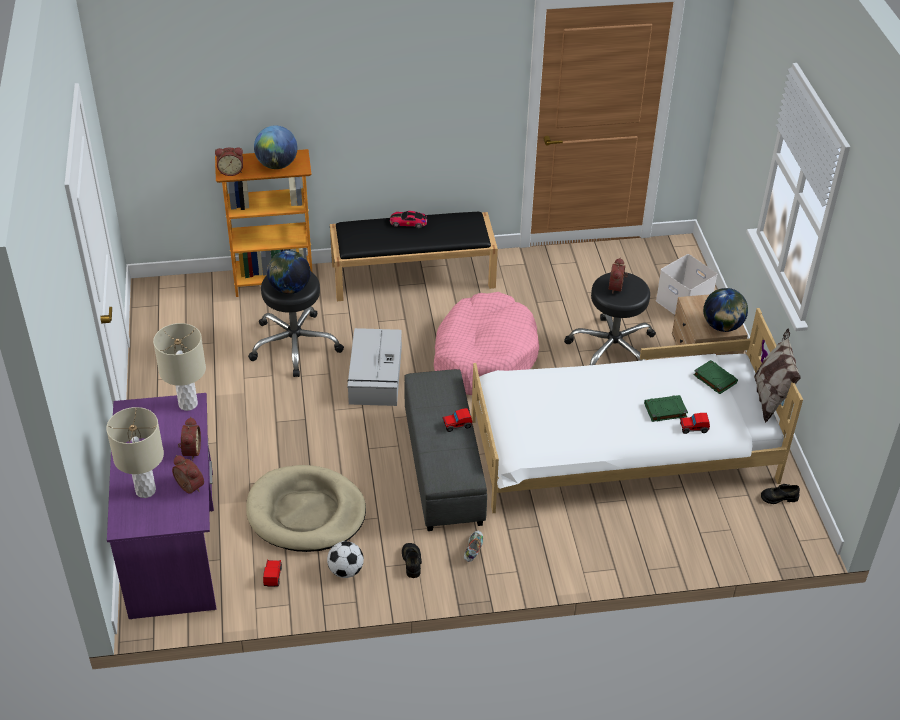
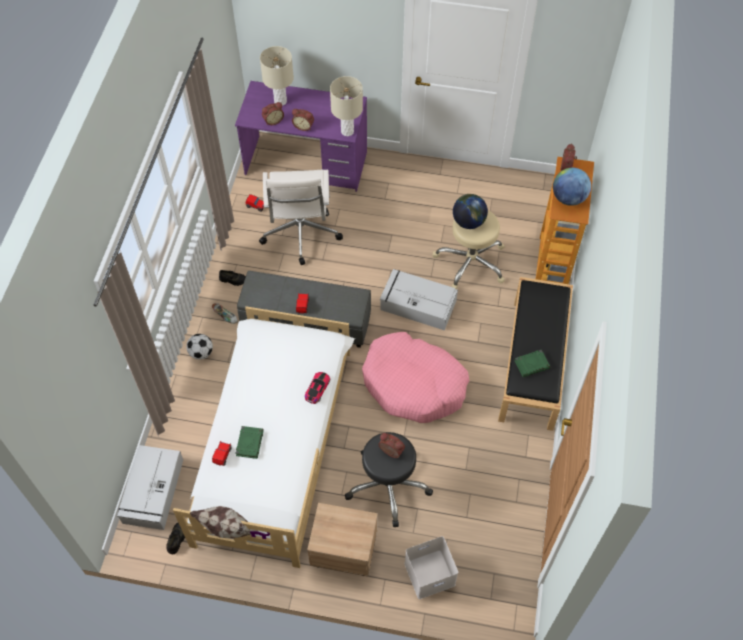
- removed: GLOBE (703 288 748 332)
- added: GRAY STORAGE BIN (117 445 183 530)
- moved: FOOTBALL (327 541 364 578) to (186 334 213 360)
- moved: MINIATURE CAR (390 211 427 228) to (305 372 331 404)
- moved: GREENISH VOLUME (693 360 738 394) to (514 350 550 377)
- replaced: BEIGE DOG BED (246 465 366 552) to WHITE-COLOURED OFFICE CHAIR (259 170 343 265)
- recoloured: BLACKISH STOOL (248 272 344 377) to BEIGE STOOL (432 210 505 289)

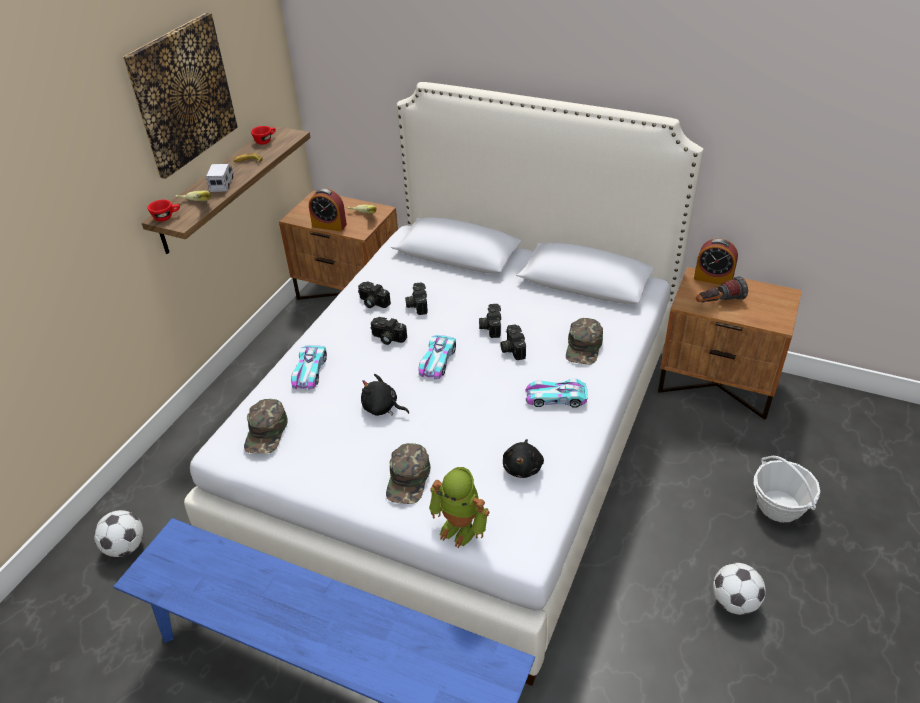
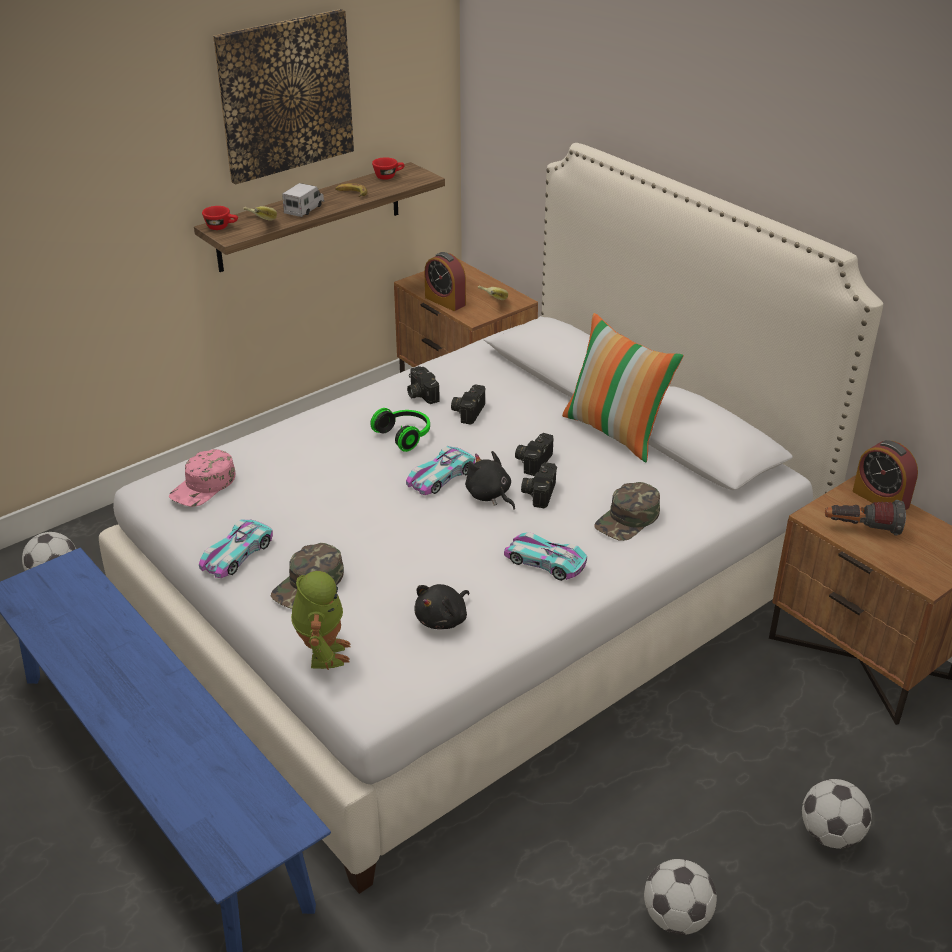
- added: CUSHION (562 313 684 462)
- moved: MINIATURE CAR (291 345 327 390) to (199 519 273 578)
- moved: BLACKISH PLUSH TOY (361 374 409 416) to (465 451 515 510)
- replaced: PHOTO CAMERA (371 317 407 345) to HEADSET (370 408 430 452)
- replaced: HOUSEHOLD BASKET (754 456 820 522) to FOOTBALL (802 779 872 849)
- recoloured: GREENISH BASEBALL CAP (244 399 288 454) to PINKISH BASEBALL CAP (169 449 235 507)
- turned: TOY ROBOT (429 467 489 548) = (291 571 351 670) 150 degrees counterclockwise

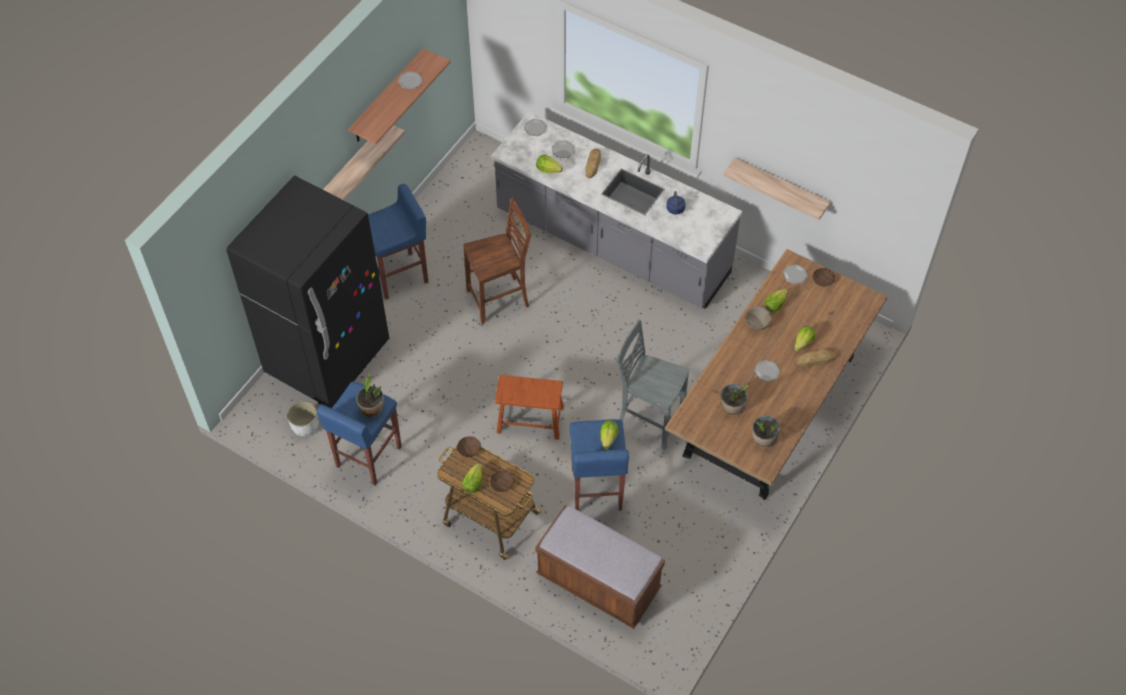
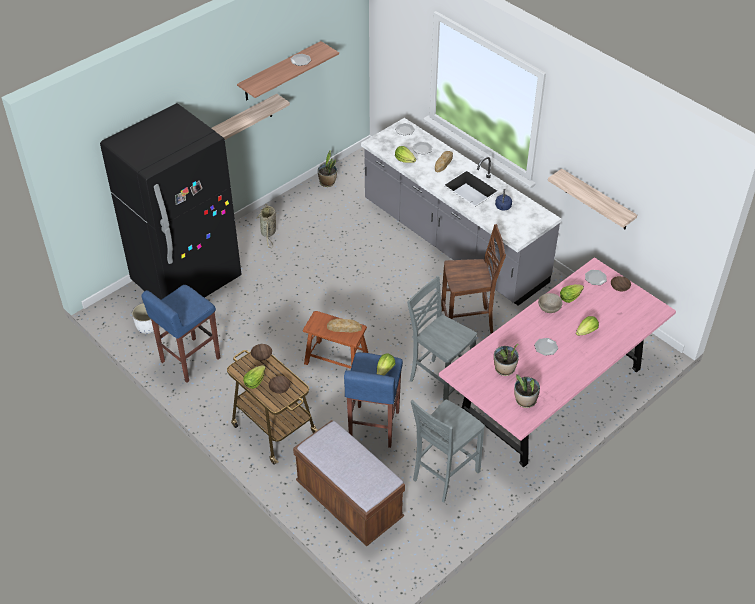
- added: GRAY PLAIN CHAIR (411 399 485 502)
- moved: PLANT IN A POT (356 373 384 418) to (318 150 337 187)
- moved: BROWN PLAIN CHAIR (463 197 531 324) to (441 224 506 334)
- moved: BAKED BREAD (797 350 836 367) to (327 319 362 333)
- replaced: BLUE STOOL (368 184 428 300) to HOUSEHOLD BASKET (257 204 276 248)
- recoloured: BROWN DINNER TABLE (665 249 888 500) to PINKISH DINNER TABLE (439 257 676 468)

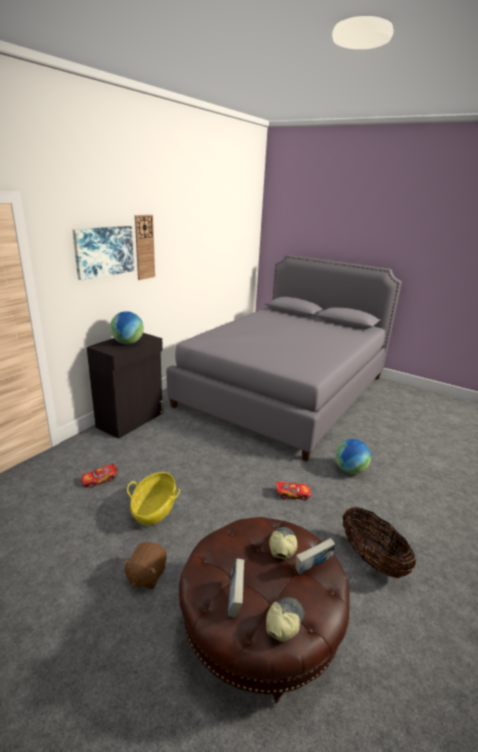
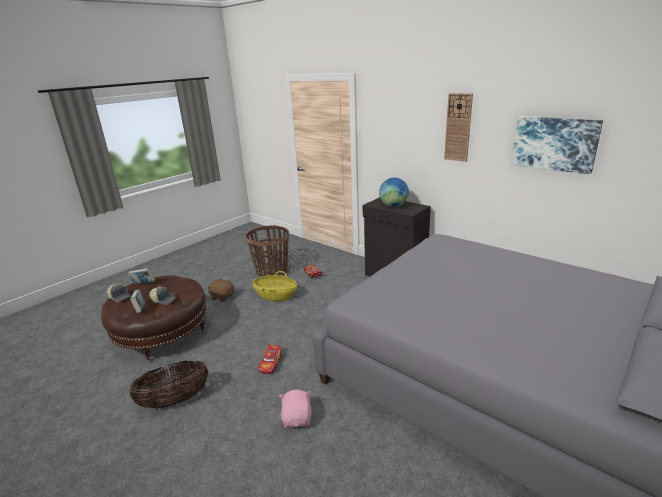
- added: HOUSEHOLD BASKET (246 225 289 277)
- moved: PICTURE (72 226 134 280) to (511 116 603 175)
- replaced: GLOBE (335 439 371 474) to PINKISH PLUSH TOY (279 390 311 428)

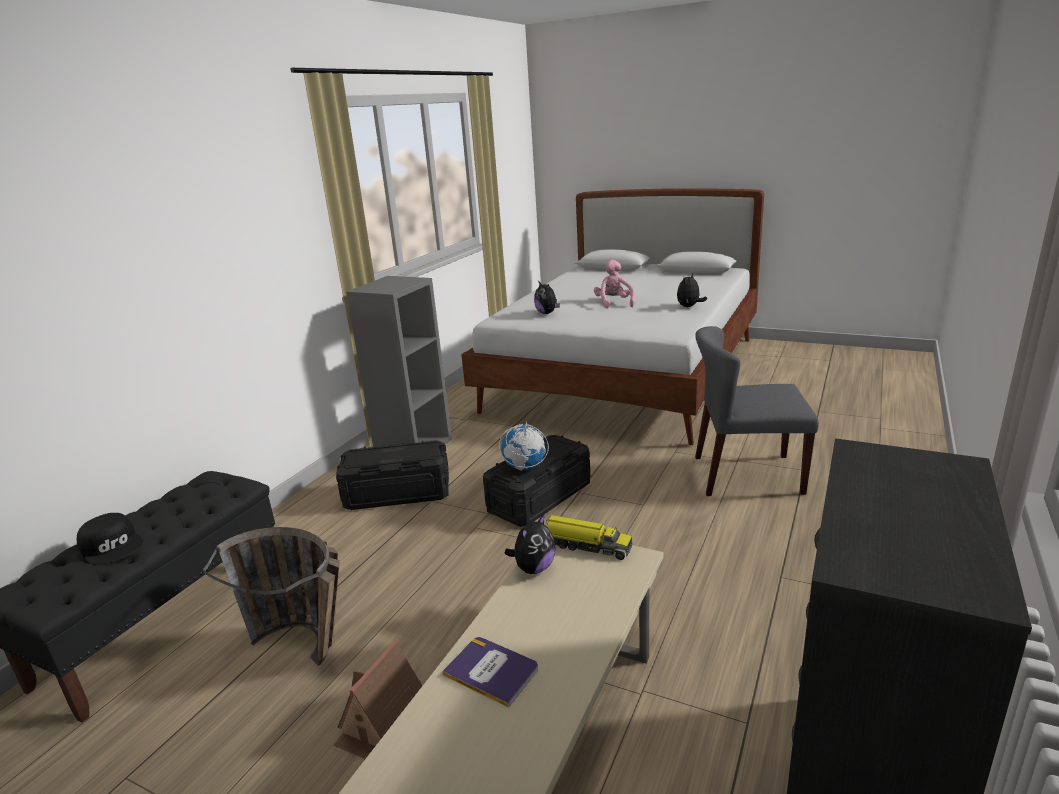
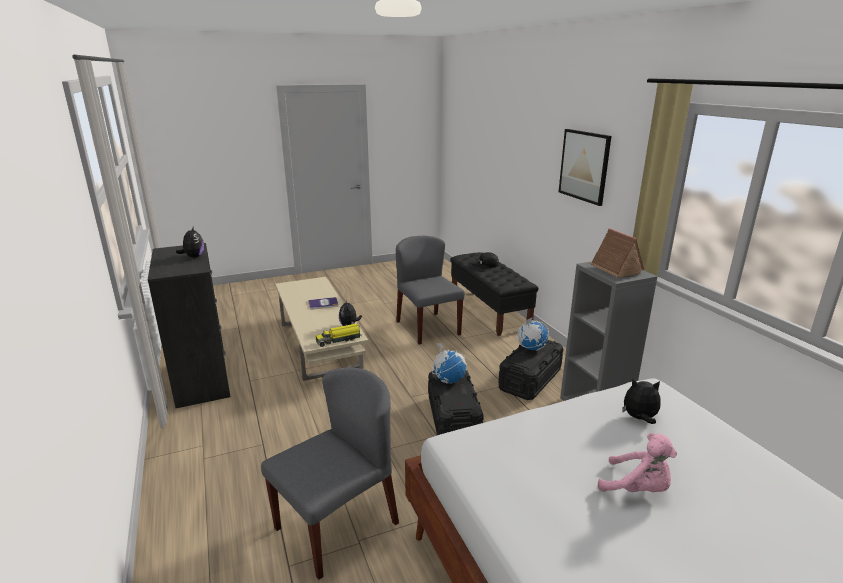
- added: GLOBE (517 317 549 351)
- added: PICTURE (559 129 611 206)
- moved: MODEL HOUSE (333 640 423 759) to (588 228 644 278)
- moved: PLUSH TOY (677 273 707 307) to (176 228 204 258)
- replaced: HOUSEHOLD BASKET (203 527 340 666) to GRAY PLAIN CHAIR (396 236 465 344)

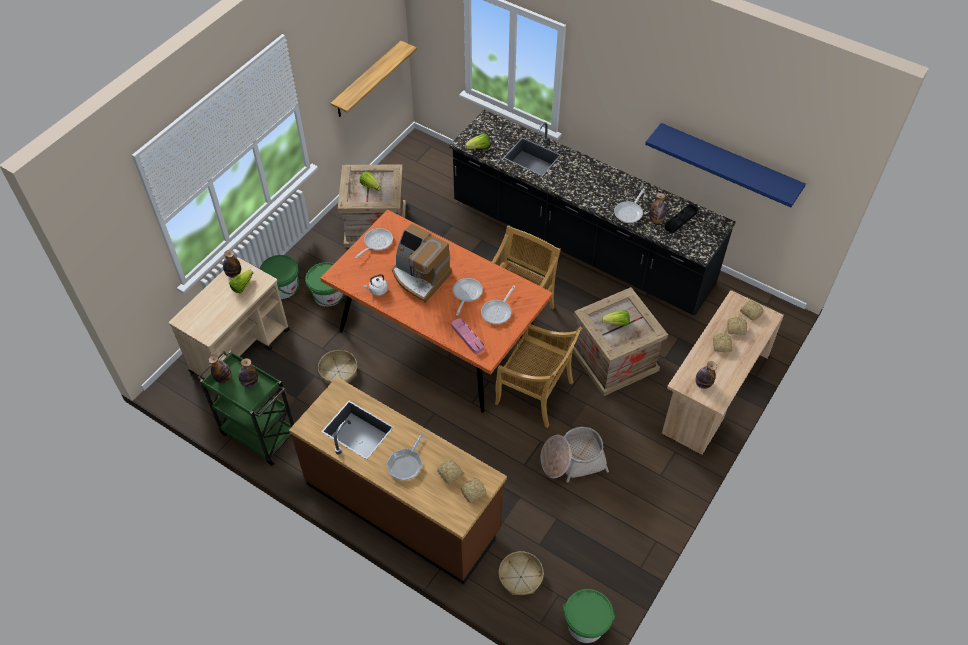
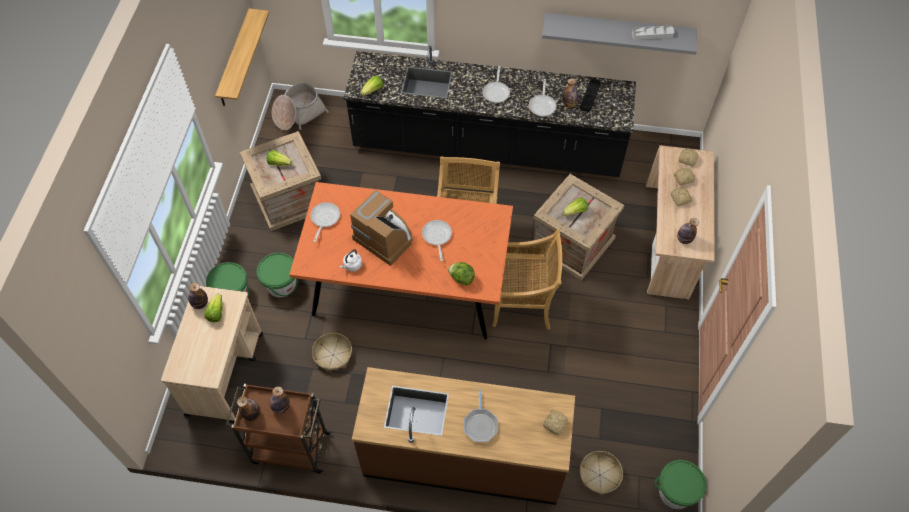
- removed: BAKED BREAD (437 460 464 484)
- added: GRAY CARRYING TRAY (632 26 674 40)
- moved: PAN (481 285 516 324) to (483 66 510 103)
- moved: HOUSEHOLD BASKET (541 427 609 483) to (272 83 329 131)
- replaced: PINKISH CARRYING TRAY (452 318 484 354) to LETTUCE HEAD (448 262 475 285)
- recoloured: GREENISH TROLLEY (198 350 294 466) to BROWN TROLLEY (226 384 332 474)
- recoloured: BLUE WALL SHELF (645 123 806 207) to GRAY WALL SHELF (542 13 697 55)
- turned: COFFEE MAKER (392 224 452 303) = (350 190 413 266) 150 degrees counterclockwise

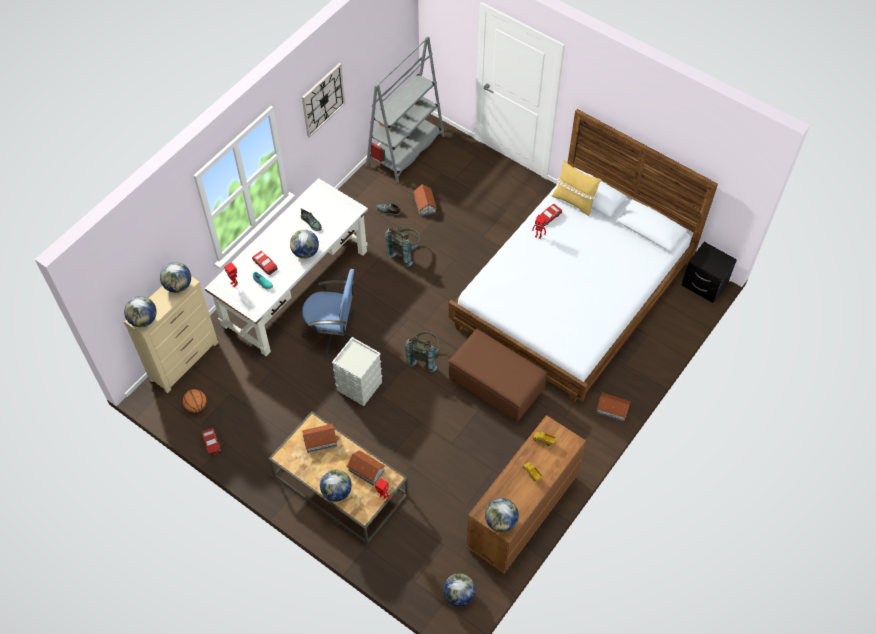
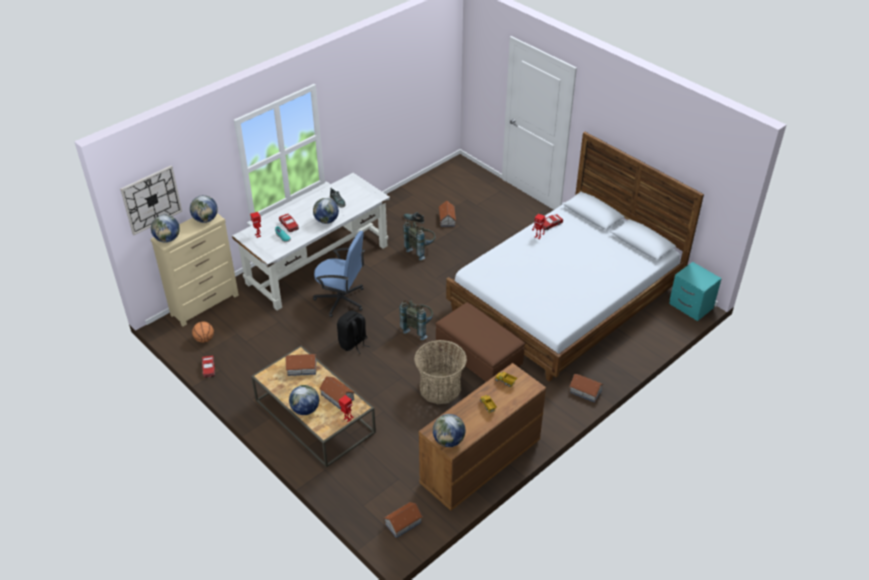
- removed: GRAY SHELVING UNIT (366 36 444 183)
- removed: YELLOWISH CUSHION (552 161 601 216)
- added: HOUSEHOLD BASKET (414 340 467 404)
- moved: CLOCK ON THE WALL (302 63 345 138) to (120 166 182 235)
- replaced: GRAY STORAGE BIN (332 337 382 406) to BLACKISH BACKPACK (337 310 370 354)
- replaced: GLOBE (444 573 476 606) to MODEL HOUSE (384 502 423 538)
- recoloured: BLACKISH NIGHT TABLE (682 242 737 303) to BLUE-GREEN NIGHT TABLE (669 262 722 321)

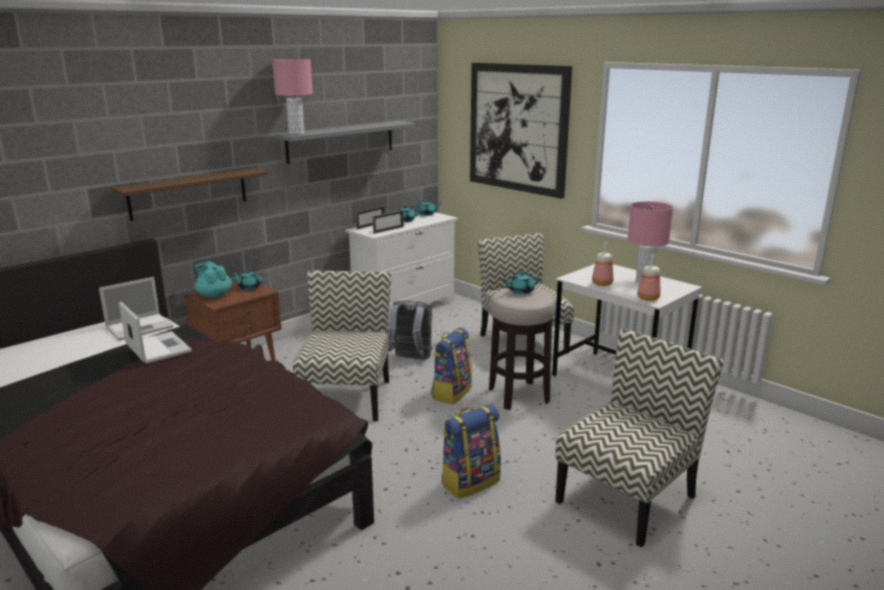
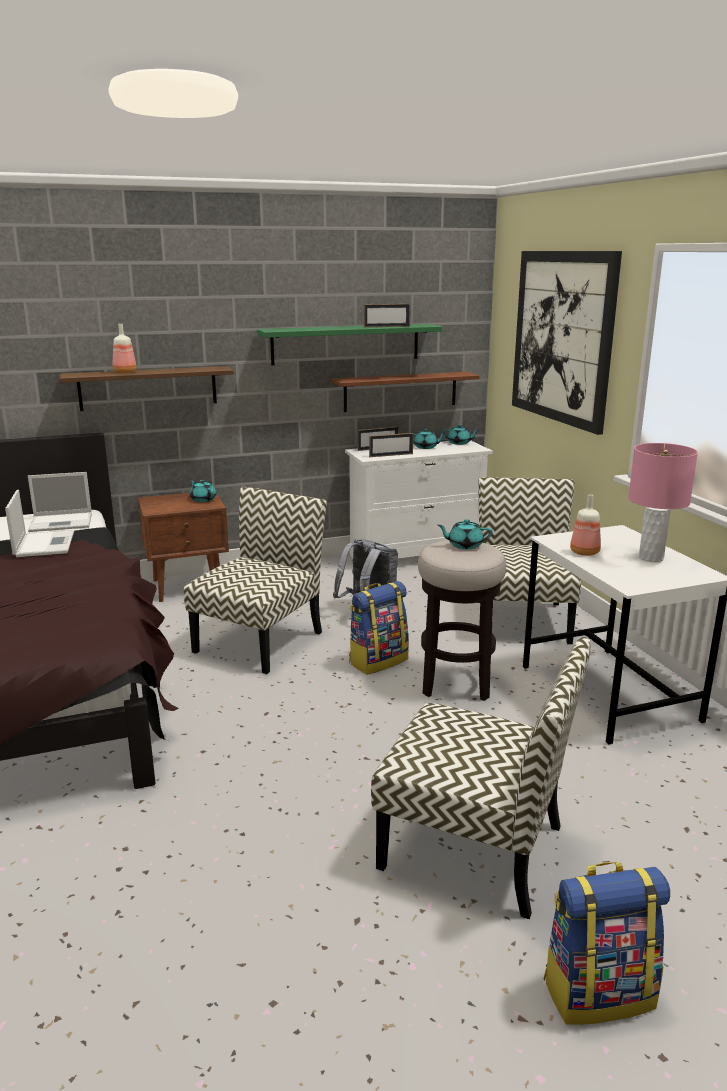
- removed: BLUE-GREEN TEAPOT (194 261 232 298)
- removed: PINKISH TABLETOP LAMP (272 59 313 135)
- added: BROWN WALL SHELF (331 372 479 412)
- added: PICTURE FRAME (364 304 410 328)
- moved: BACKPACK (441 405 501 499) to (544 862 670 1025)
- moved: DRINK BOTTLE (637 255 660 301) to (112 324 137 373)
- recoloured: GRAY WALL SHELF (275 121 415 164) to GREENISH WALL SHELF (257 324 442 365)
- turned: PLAIN CHAIR (555 329 724 548) = (371 637 591 919) 45 degrees clockwise

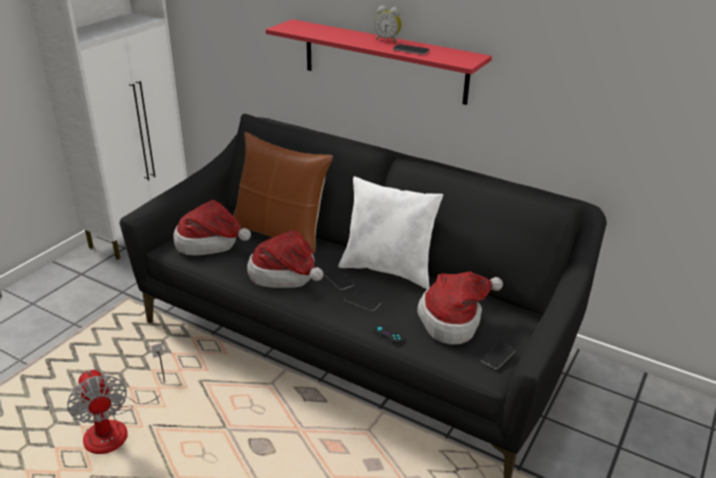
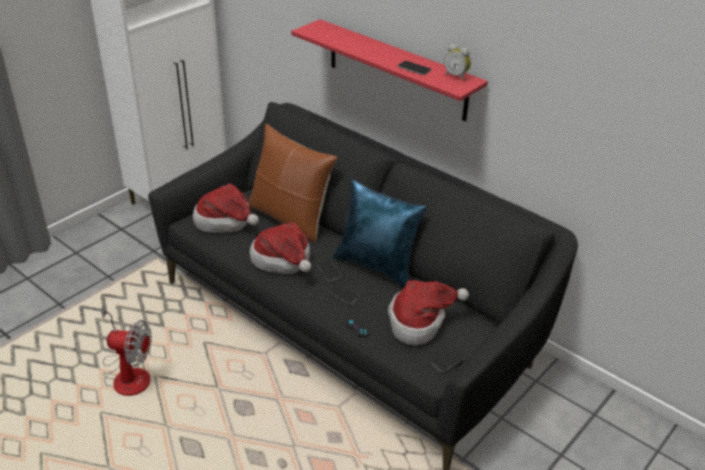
- moved: ALARM CLOCK (374 5 402 43) to (444 44 471 81)
- recoloured: WHITE-COLOURED CUSHION (338 176 443 289) to BLUE CUSHION (333 179 426 288)
- turned: COOLING FAN (67 343 165 454) = (101 303 152 396) 60 degrees counterclockwise

